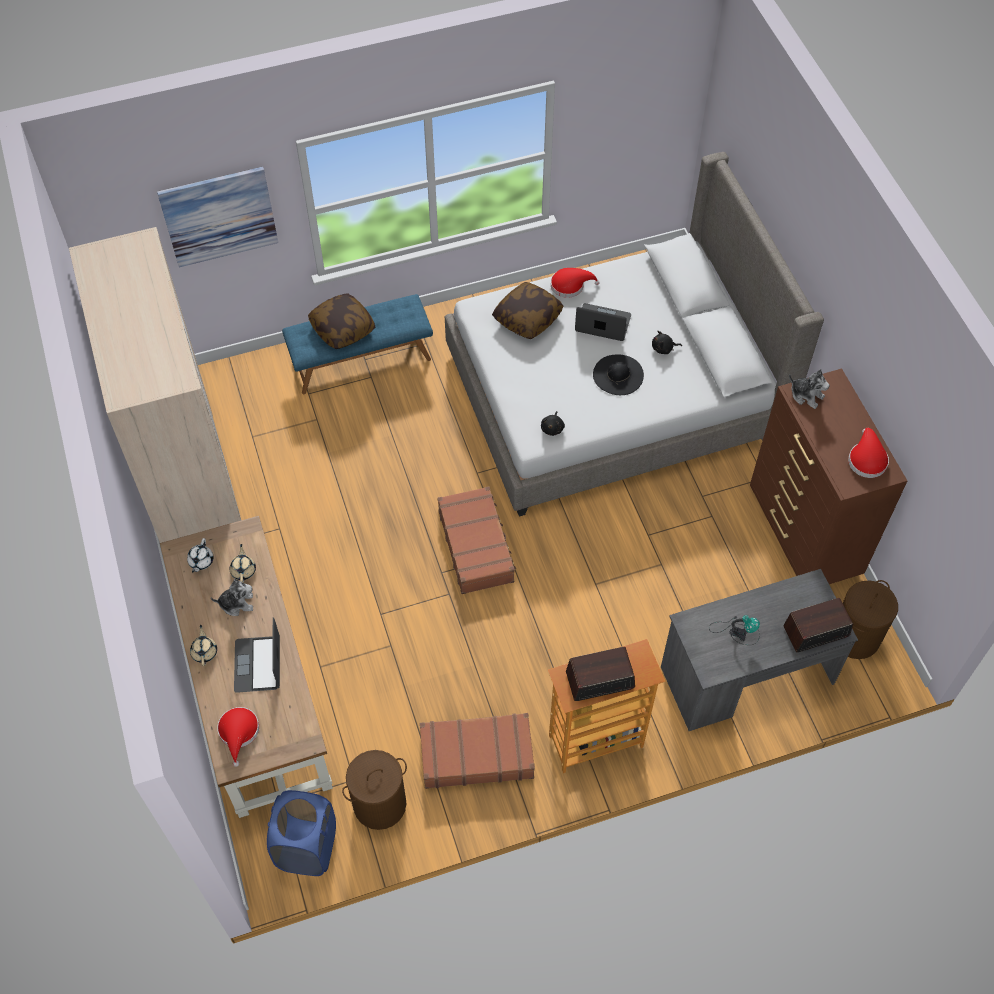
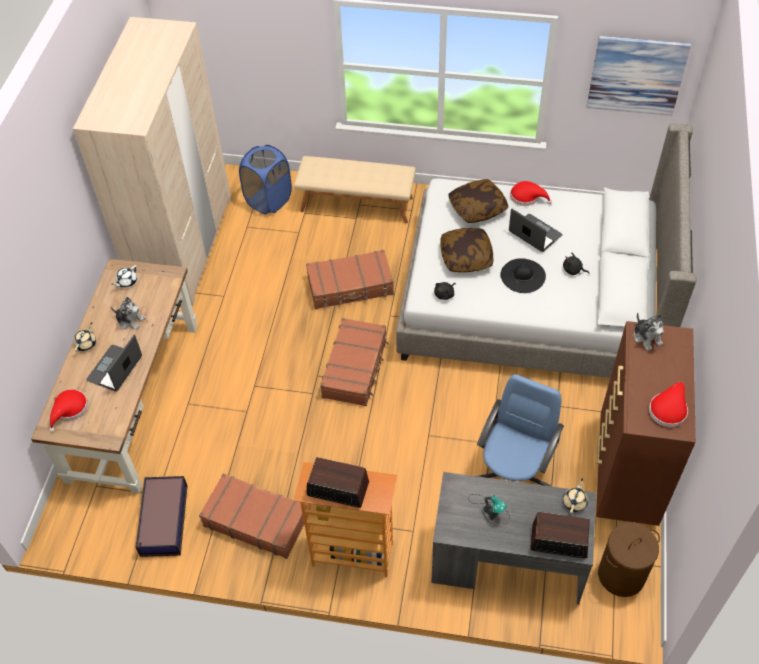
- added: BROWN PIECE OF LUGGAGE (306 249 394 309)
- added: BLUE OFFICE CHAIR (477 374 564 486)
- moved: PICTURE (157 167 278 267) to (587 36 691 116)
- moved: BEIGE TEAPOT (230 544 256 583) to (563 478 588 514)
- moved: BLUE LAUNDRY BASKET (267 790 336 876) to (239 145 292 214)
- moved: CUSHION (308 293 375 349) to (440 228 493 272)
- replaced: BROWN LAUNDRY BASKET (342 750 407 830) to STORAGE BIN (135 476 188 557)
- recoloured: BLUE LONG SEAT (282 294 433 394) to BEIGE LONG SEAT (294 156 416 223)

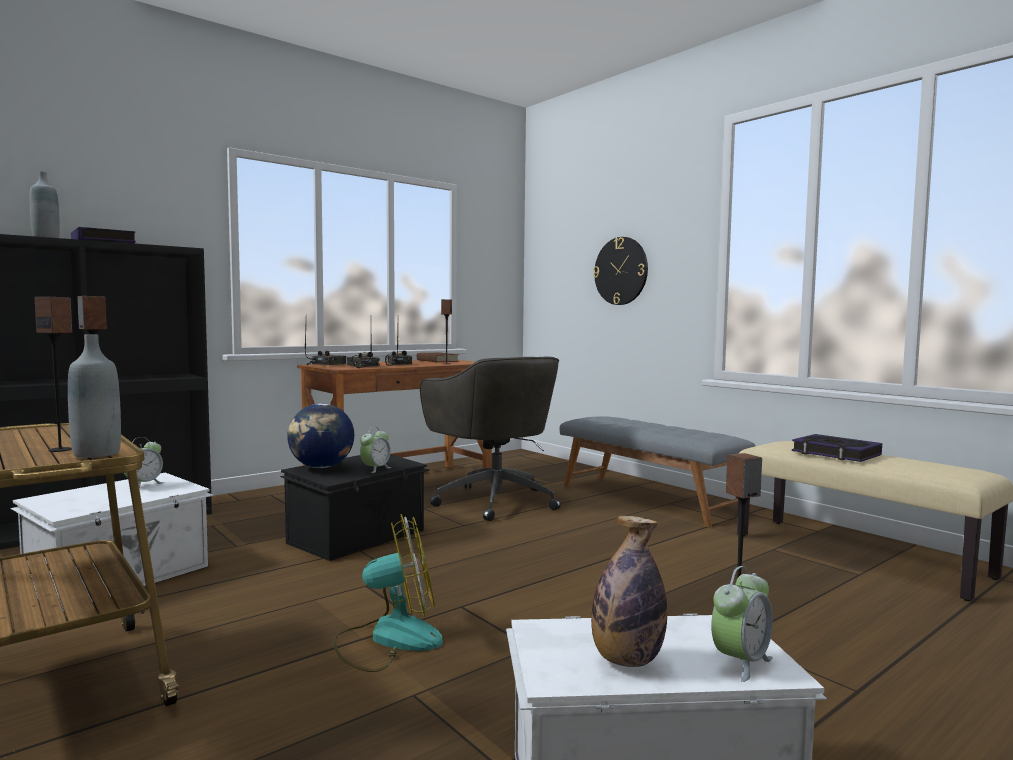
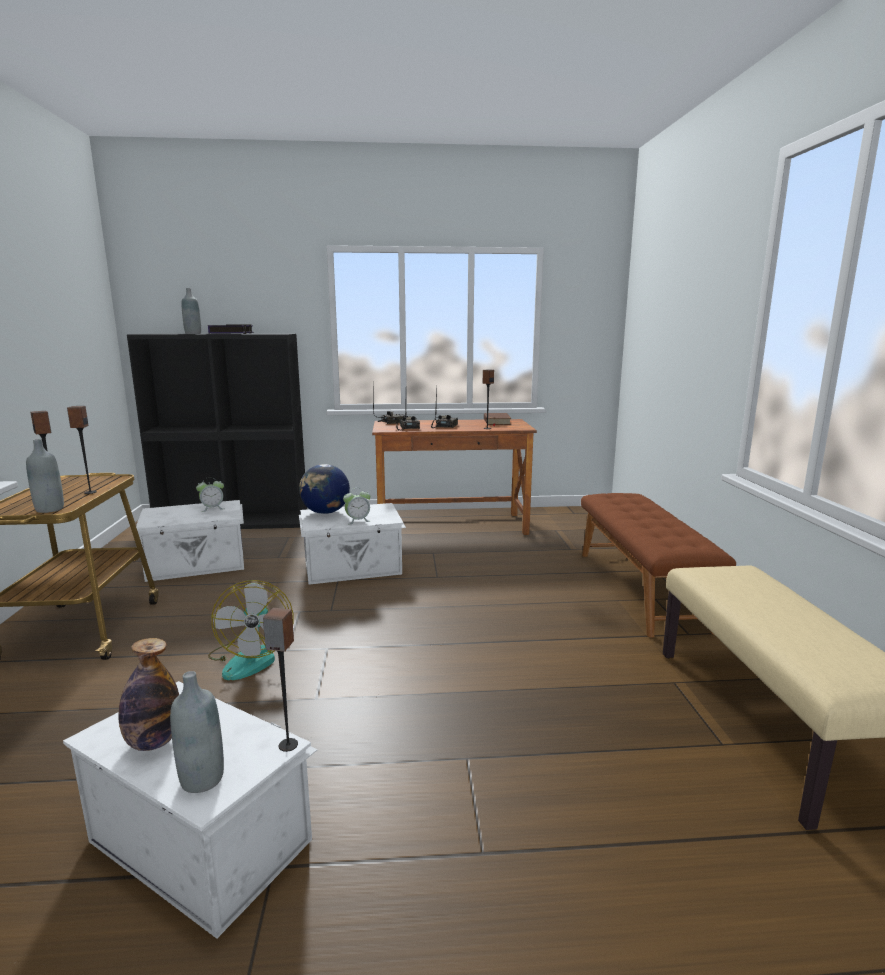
- removed: GRAY OFFICE CHAIR (420 357 561 521)
- removed: CLOCK ON THE WALL (593 237 648 305)
- removed: VOLUME (792 434 882 462)
- replaced: ALARM CLOCK (711 566 773 682) to GRAY DRINK BOTTLE (170 671 224 793)
- recoloured: BLACKISH STORAGE BIN (280 454 430 561) to WHITE-COLOURED STORAGE BIN (299 503 406 585)
- recoloured: GRAY LONG SEAT (560 416 756 527) to BROWN LONG SEAT (581 493 736 638)
- turned: COOLING FAN (333 514 443 672) = (208 580 293 680) 60 degrees clockwise

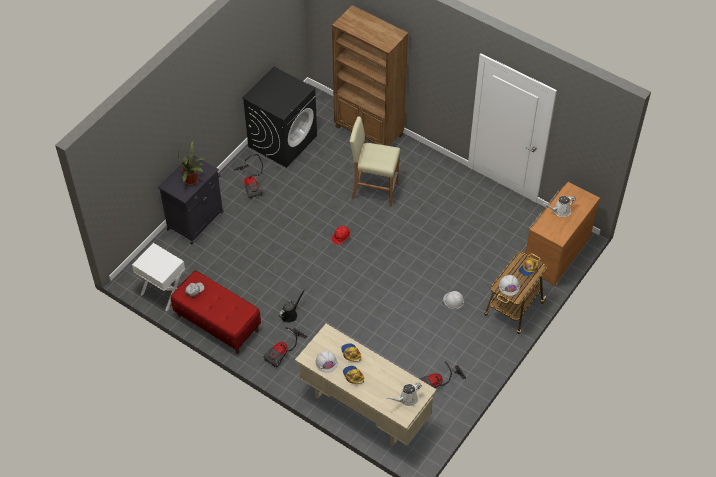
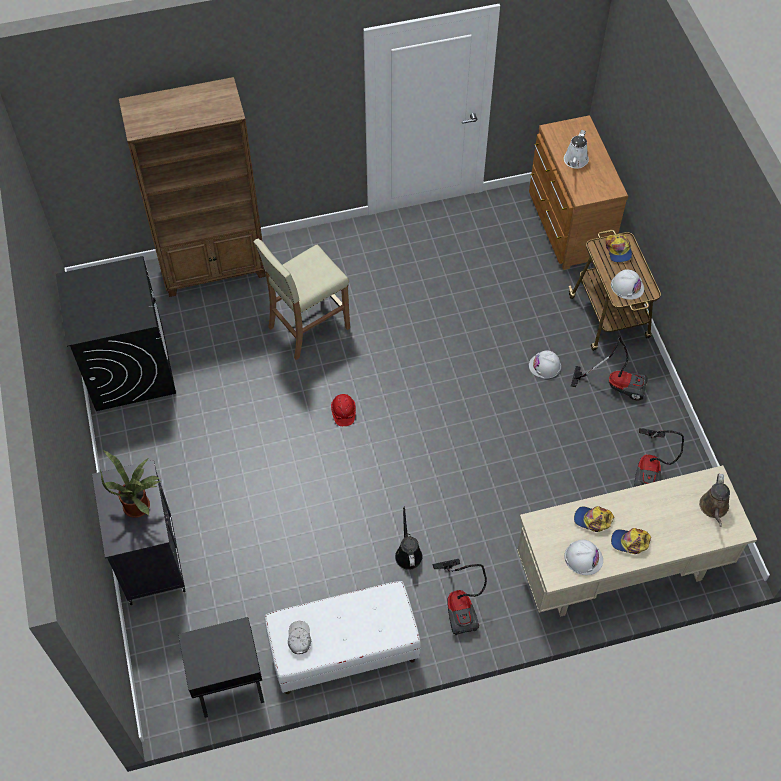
- moved: VACUUM CLEANER (234 154 263 199) to (571 334 648 401)
- recoloured: WHITE-COLOURED NIGHT TABLE (132 243 185 311) to BLACKISH NIGHT TABLE (178 617 264 718)
- recoloured: RED-COLOURED LONG SEAT (171 271 261 354) to WHITE-COLOURED LONG SEAT (264 581 421 694)
- recoloured: WHITE-COLOURED WATERING CAN (386 383 422 406) to BROWN WATERING CAN (699 473 730 527)

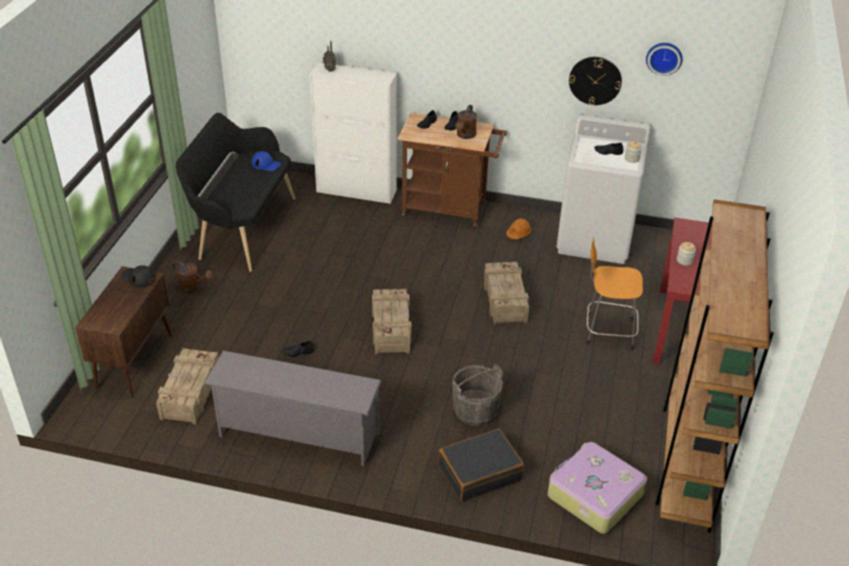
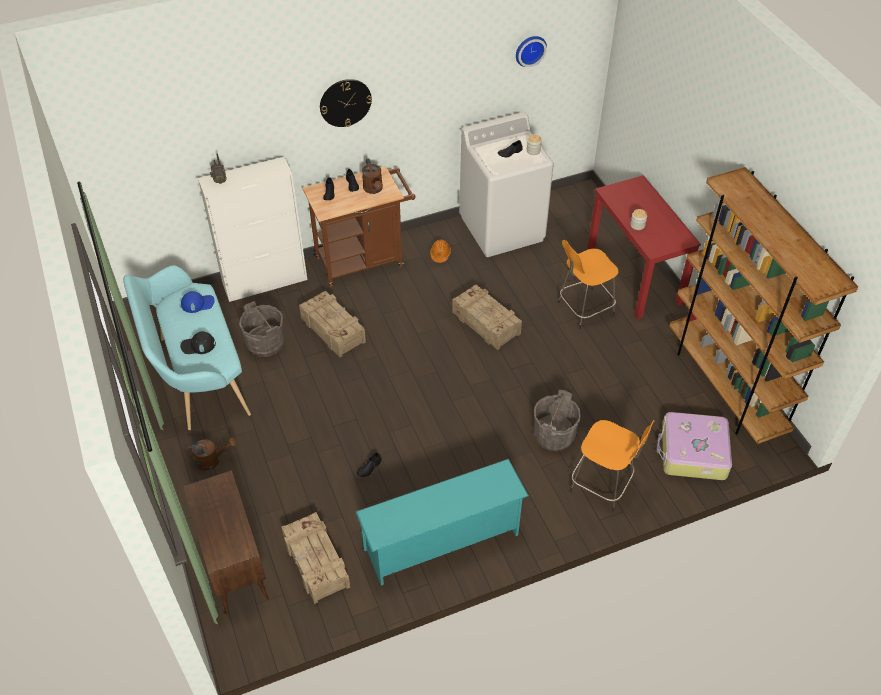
- added: GRAY PAIL (239 301 285 357)
- moved: BLACKISH BASEBALL CAP (121 265 155 288) to (180 331 216 354)
- moved: CRATE (372 289 412 354) to (299 291 366 357)
- moved: CLOCK ON THE WALL (569 57 622 105) to (320 79 372 127)
- replaced: BLACKISH PIECE OF LUGGAGE (438 429 524 502) to ORANGE-COLOURED STOOL (570 420 655 512)
- recoloured: BLACKISH LONG SEAT (176 113 295 272) to BLUE-GREEN LONG SEAT (123 265 251 430)
- recoloured: GRAY SHOE SHELF (204 351 382 466) to BLUE-GREEN SHOE SHELF (356 459 529 586)

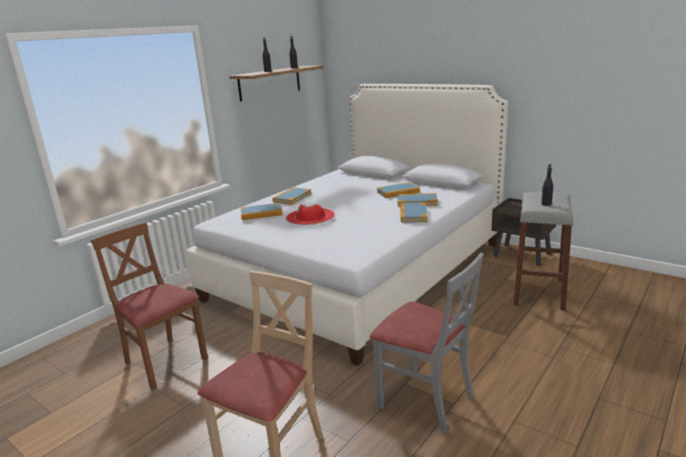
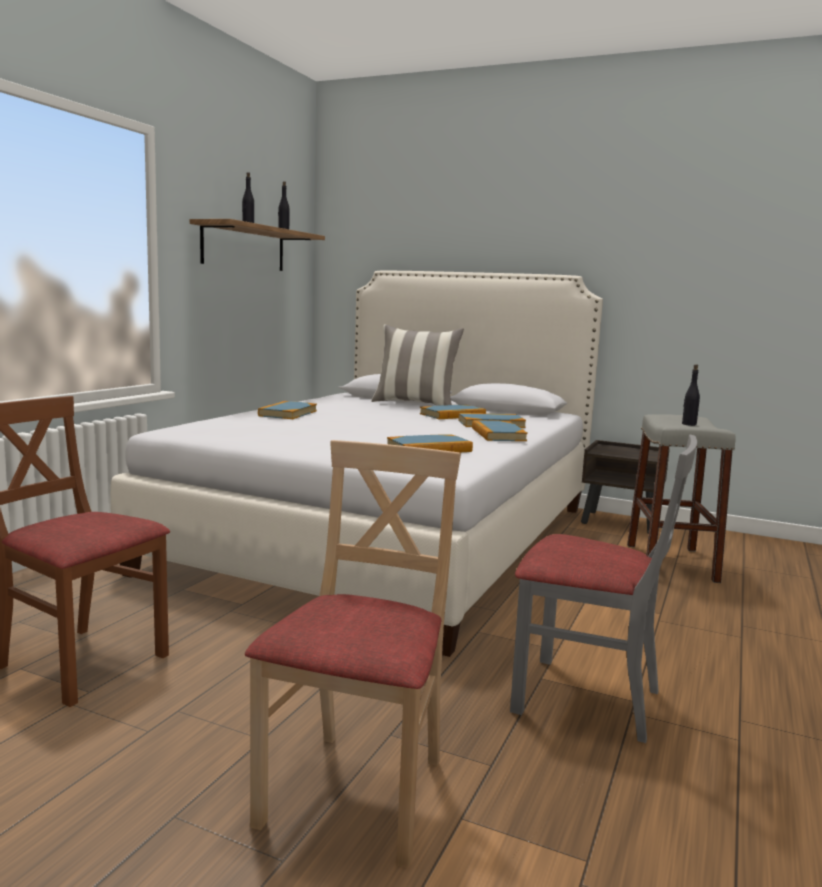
- removed: RED-COLOURED WEARABLE HAT (286 202 335 225)
- added: CUSHION (371 325 464 406)
- moved: VOLUME (241 203 283 220) to (387 434 473 452)

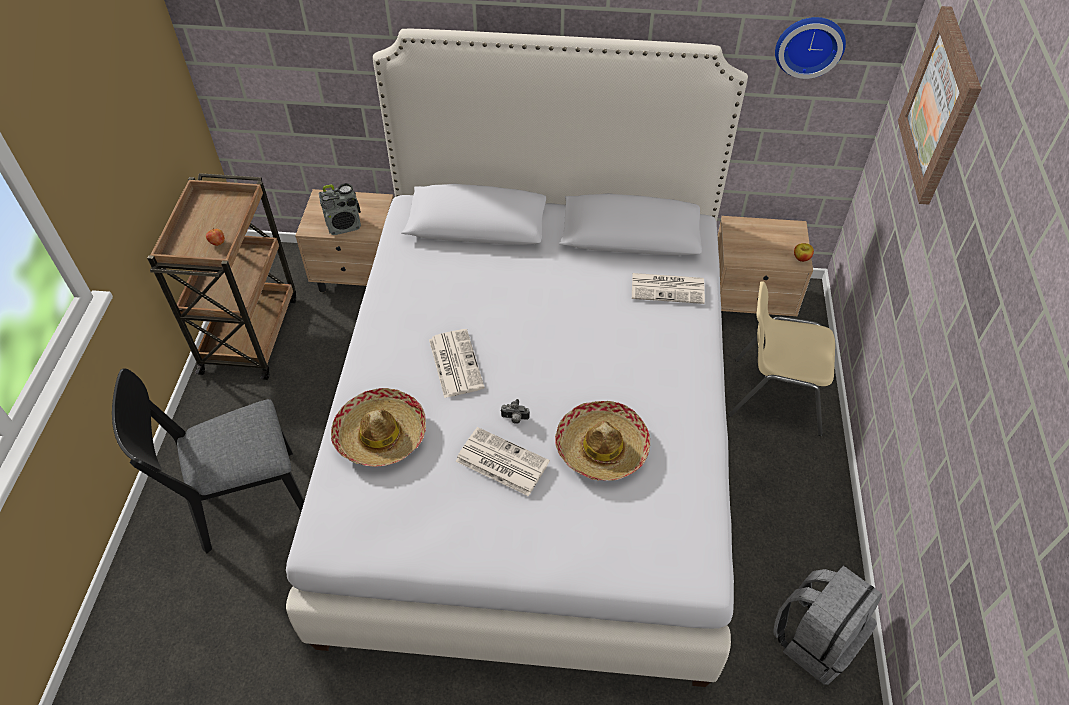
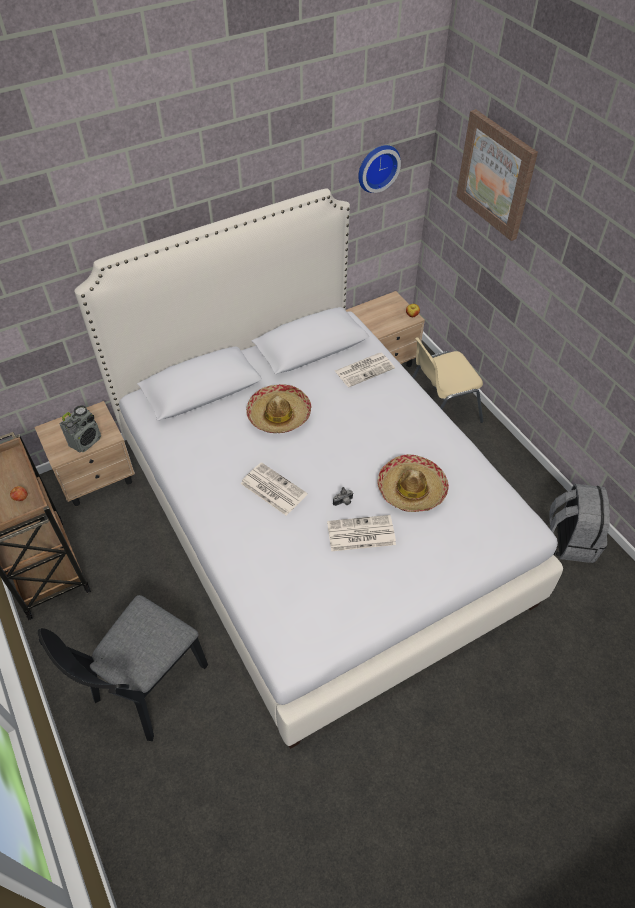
- moved: WEARABLE HAT (331 388 426 467) to (246 384 312 433)

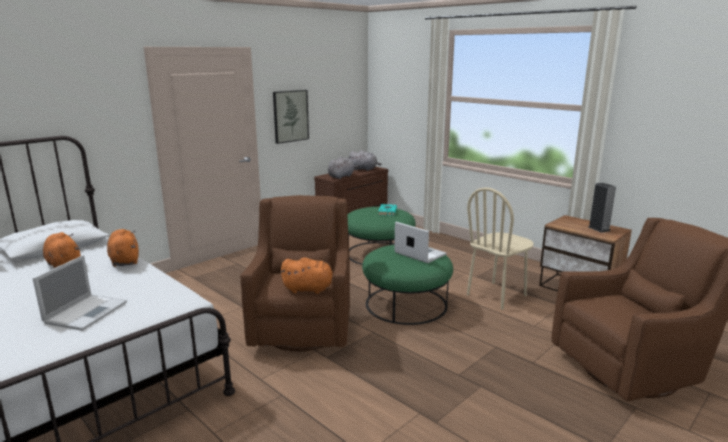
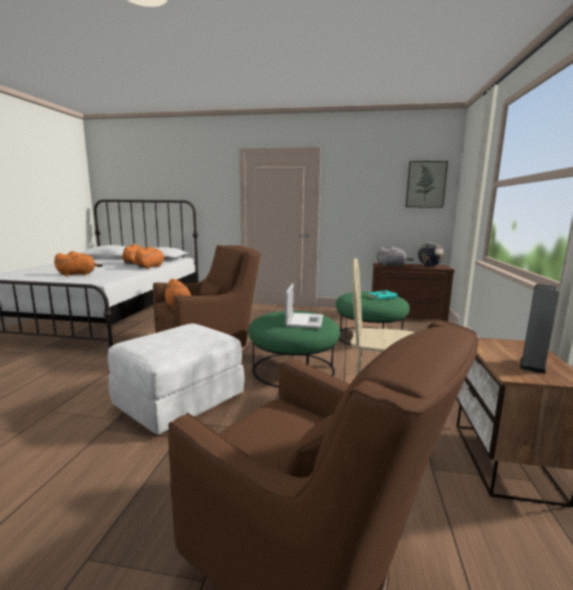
- added: WHITE-COLOURED POUFFE (108 323 245 435)
- moved: PICTURE (273 90 309 144) to (406 161 448 208)
- replaced: NOTEBOOK COMPUTER (33 255 127 331) to ORANGE-COLOURED PLUSH TOY (54 251 103 276)
- replaced: GRAY PLUSH TOY (348 150 382 171) to GLOBE (418 242 444 266)

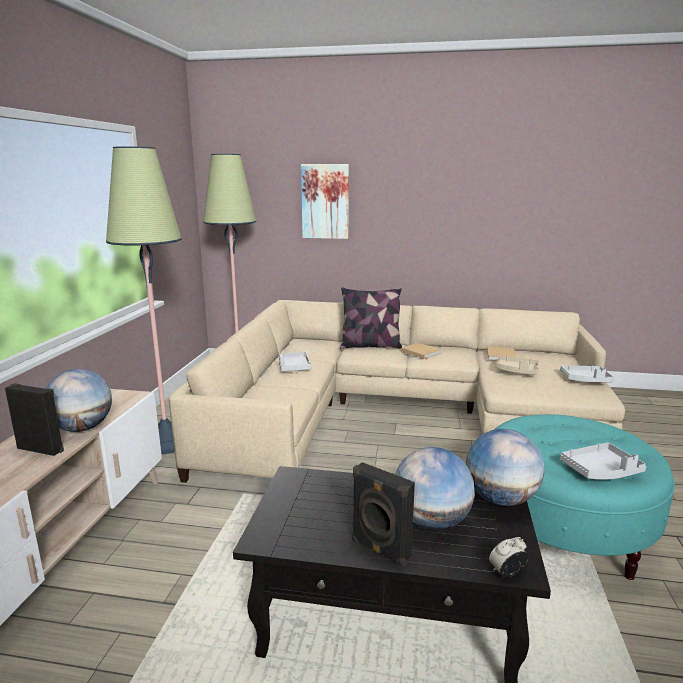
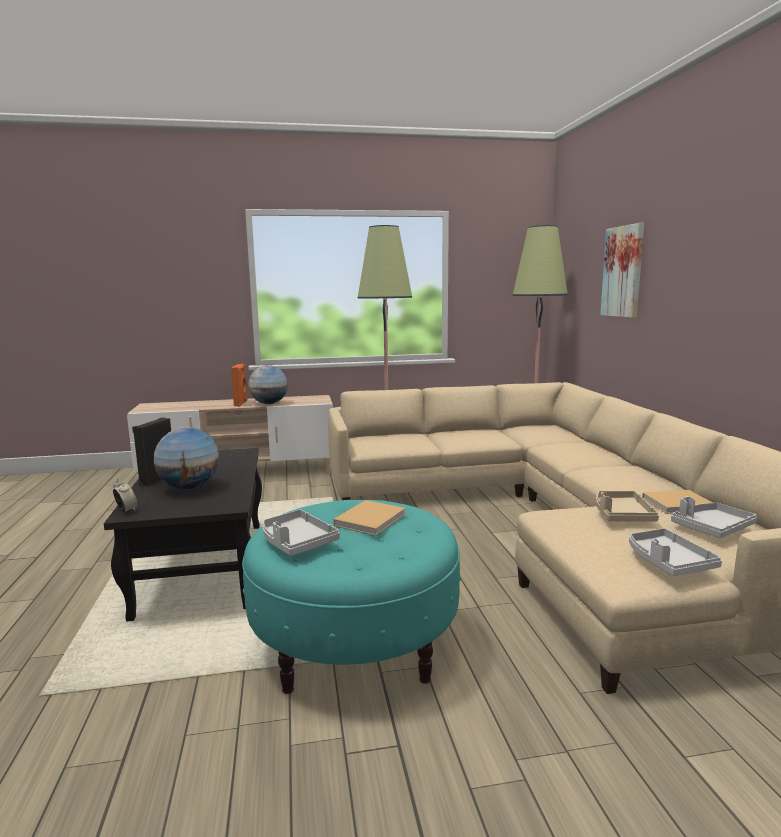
- removed: CUSHION (340 287 402 349)
- removed: GLOBE (466 429 544 506)
- moved: GRAY CARRYING TRAY (279 352 312 371) to (671 496 757 538)
- moved: BEIGE VOLUME (401 343 441 359) to (333 500 406 536)
- recoloured: BLACKISH SPEAKER (5 383 64 456) to ORANGE-COLOURED SPEAKER (231 364 247 407)

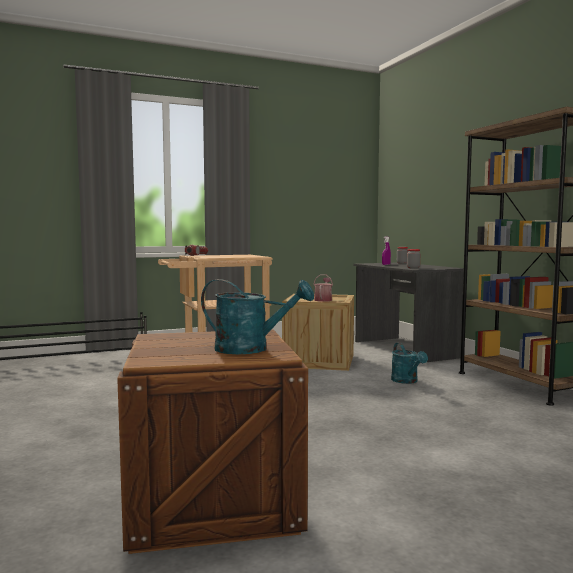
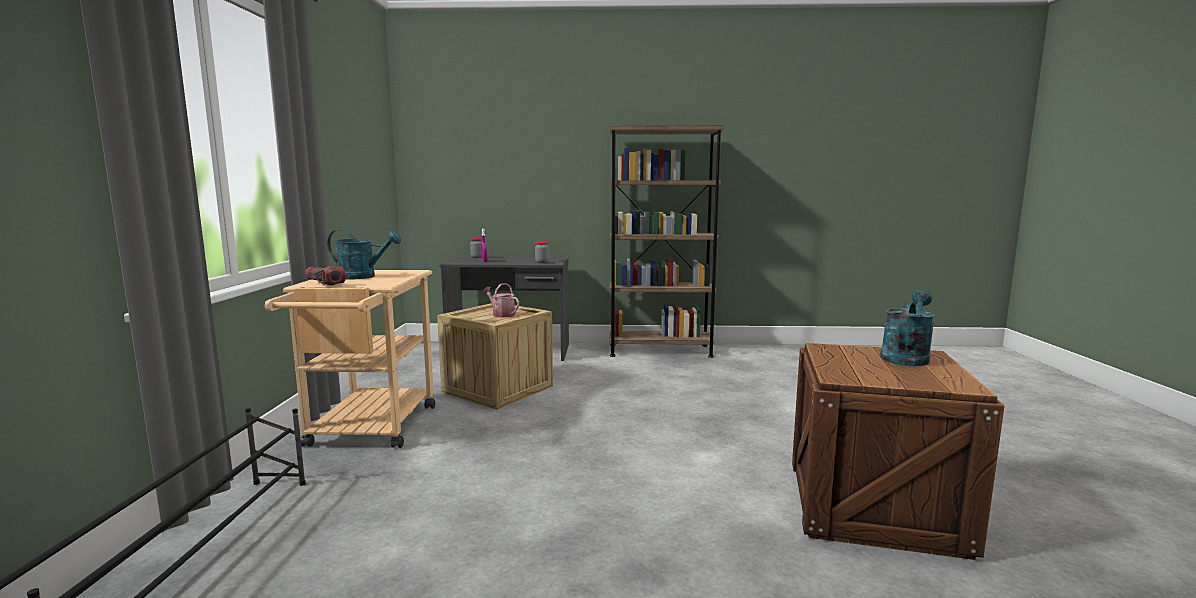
- moved: BLUE-GREEN WATERING CAN (391 343 428 384) to (327 230 402 280)

